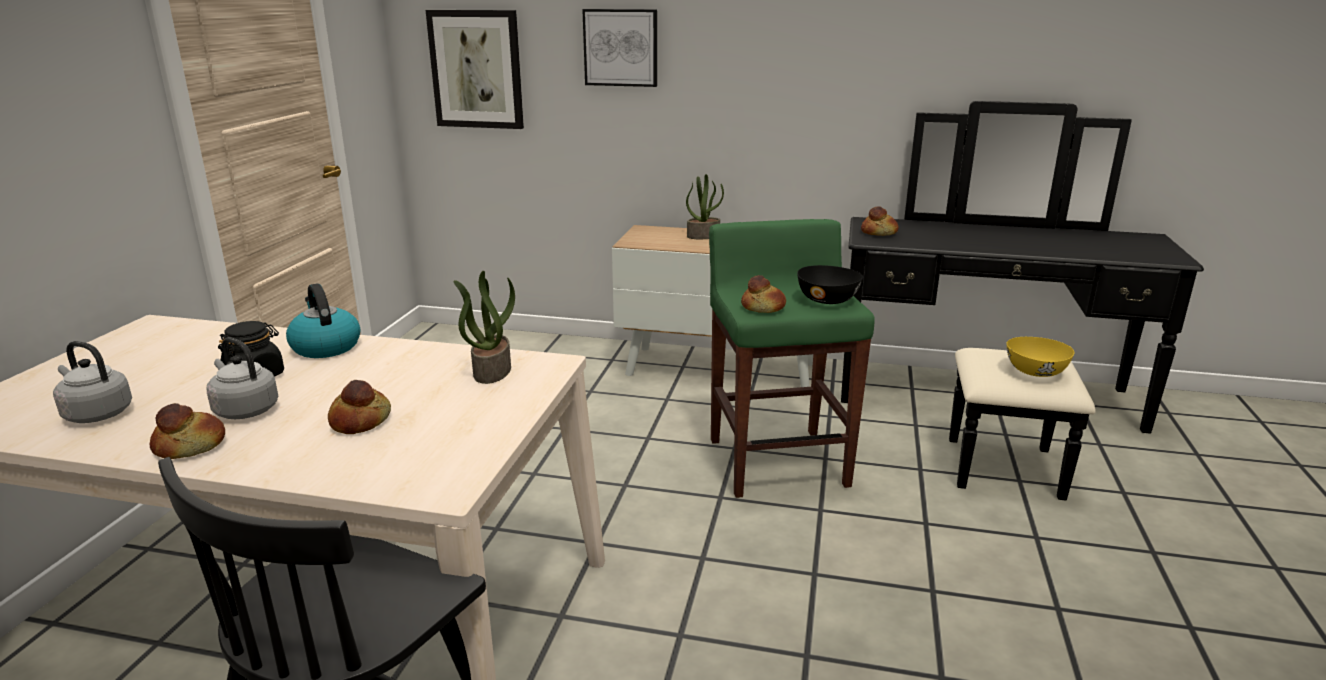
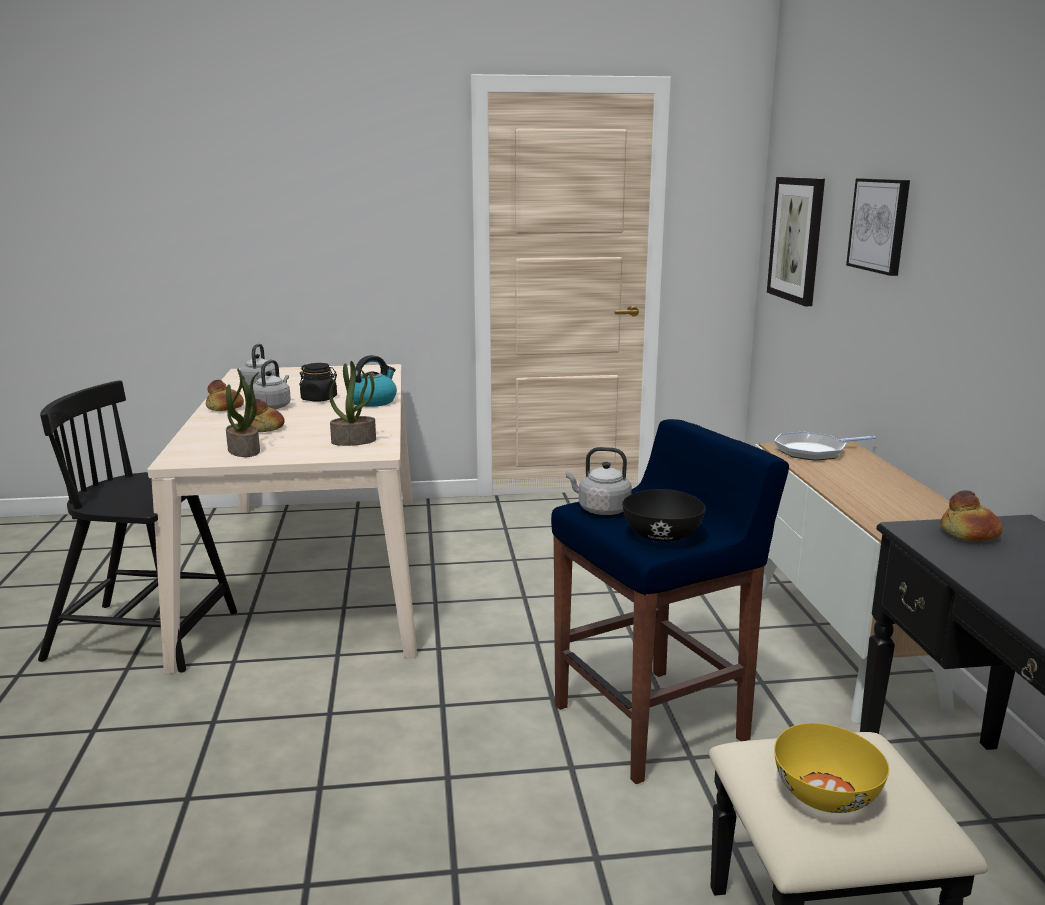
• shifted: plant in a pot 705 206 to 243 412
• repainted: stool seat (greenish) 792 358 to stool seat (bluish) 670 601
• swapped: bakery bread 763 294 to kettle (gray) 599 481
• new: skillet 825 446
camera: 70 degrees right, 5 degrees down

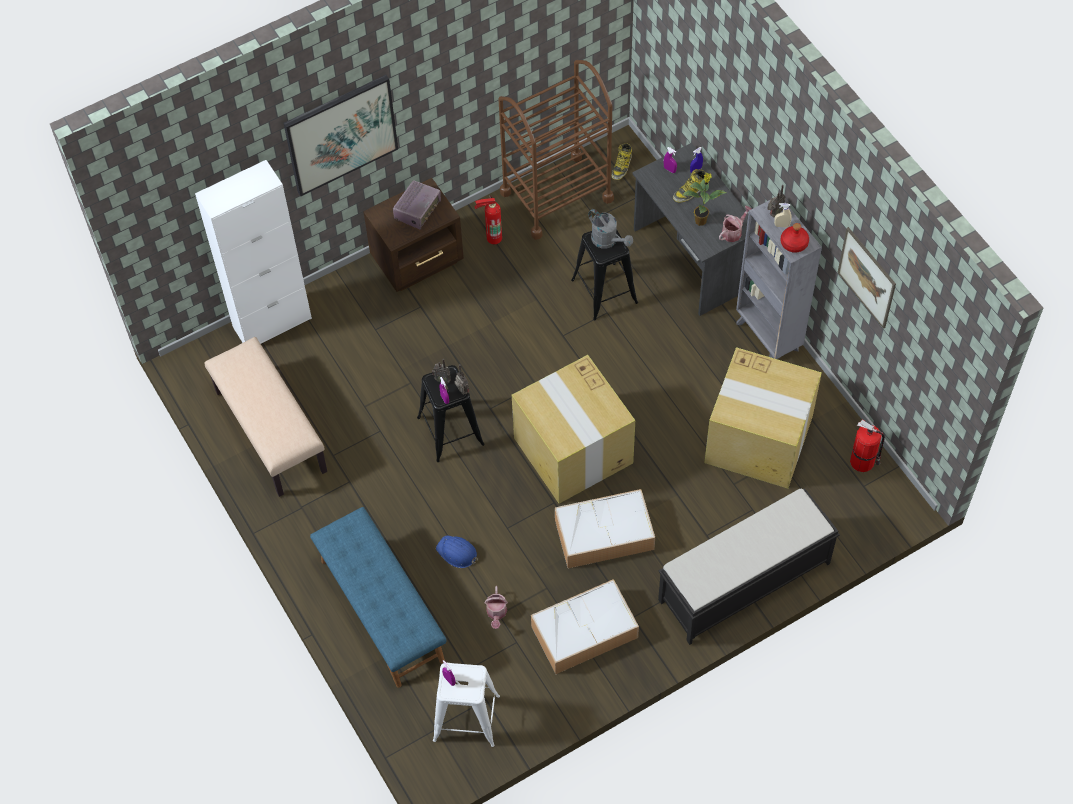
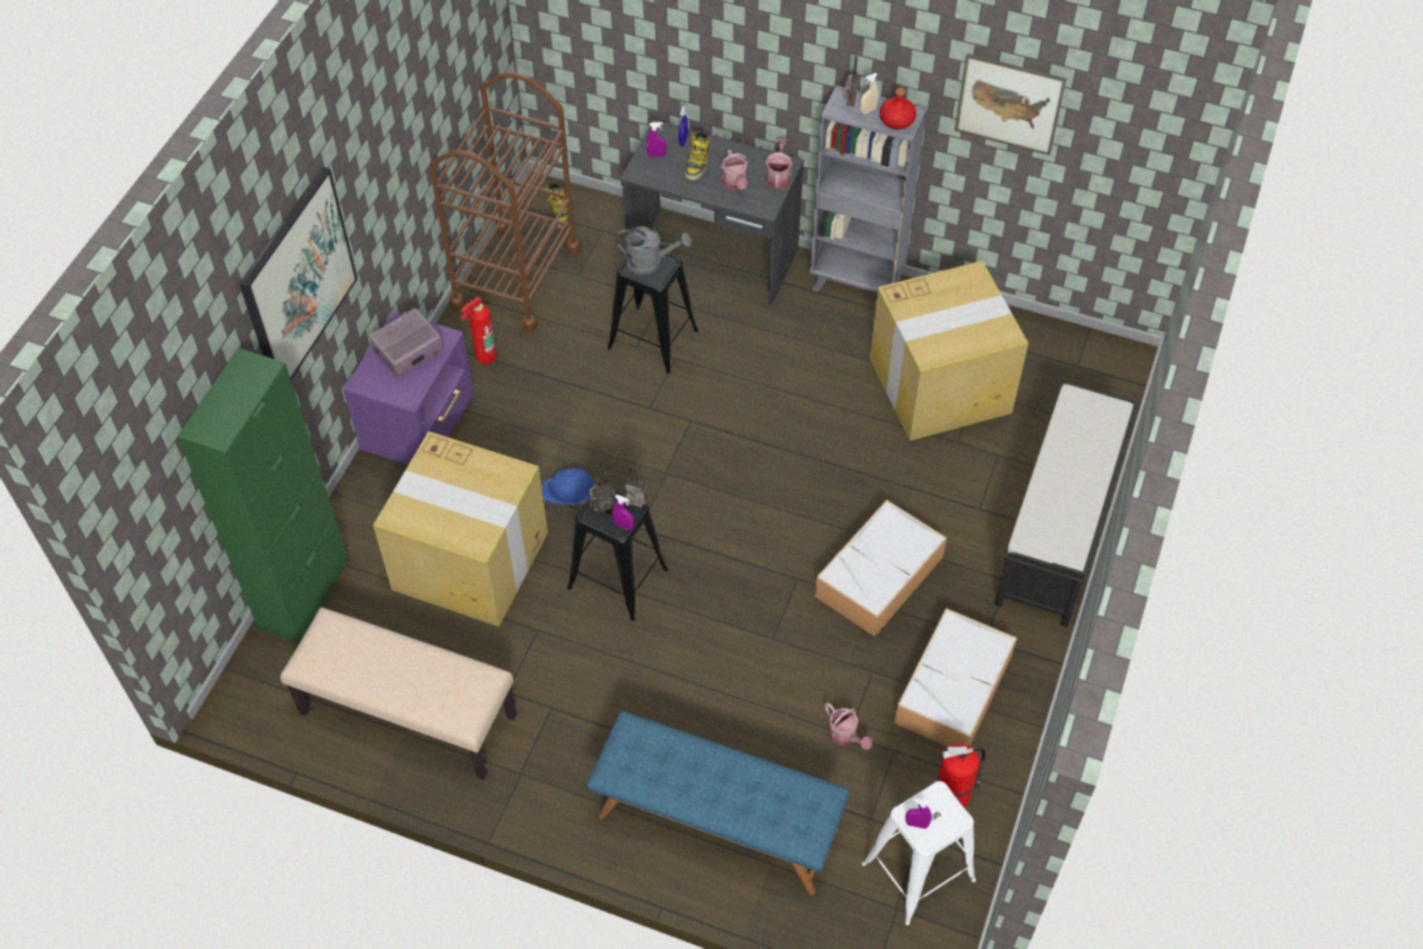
• repainted: cabinet (white) 253 252 to cabinet (greenish) 263 496
• repainted: bedside table (brown-coloured) 413 235 to bedside table (purple) 408 388
• rotated: radio set 417 205 = 406 343 120 degrees counterclockwise
• shifted: work helmet (bluish) 457 552 to 570 486
• shifted: carton 573 429 to 460 528
• swapped: plant in a pot 704 199 to watering can 734 170
• shifted: fire extinguisher 867 445 to 961 776
camera: 40 degrees left, 5 degrees down

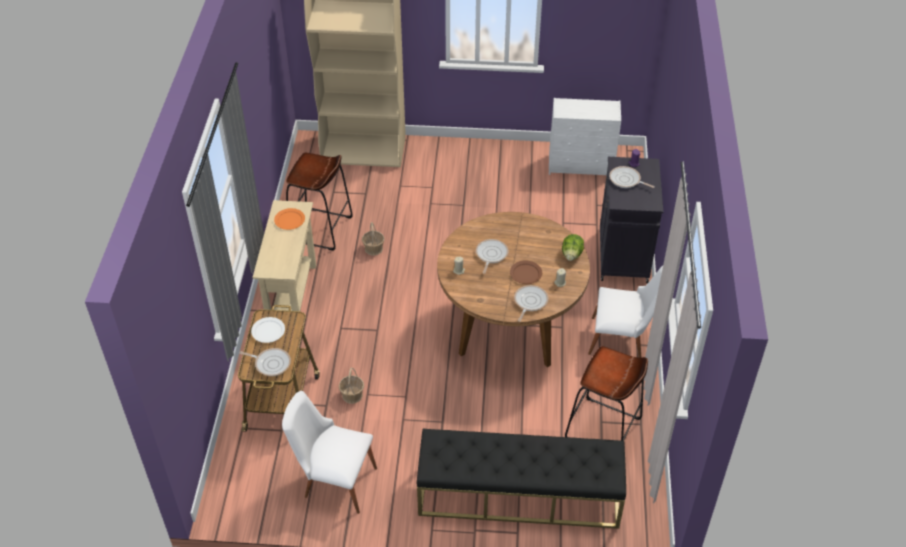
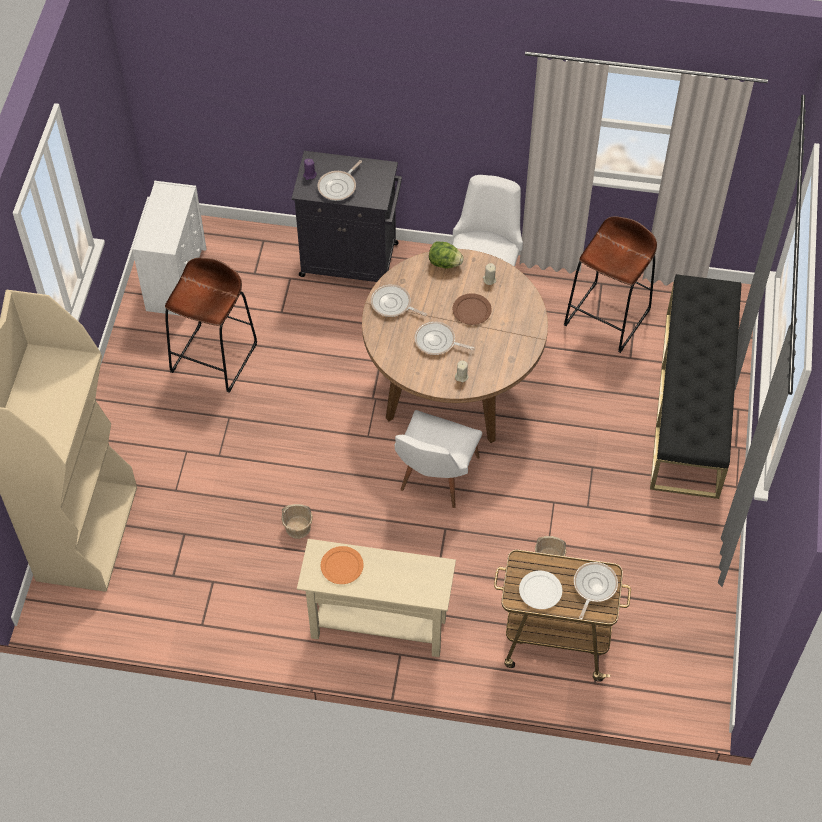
• shifted: plain chair (white) 329 452 to 438 459
• shifted: stool seat (brown-coloured) 319 202 to 211 325
• shifted: skillet 531 303 to 399 300
camera: 85 degrees left, 10 degrees up

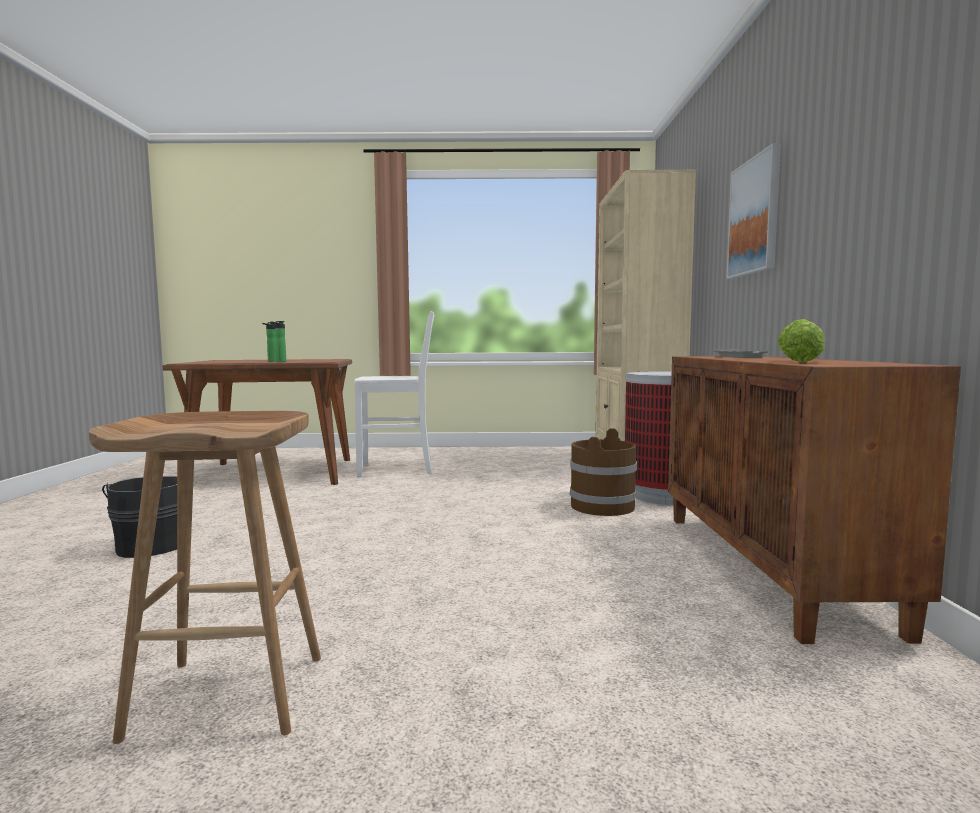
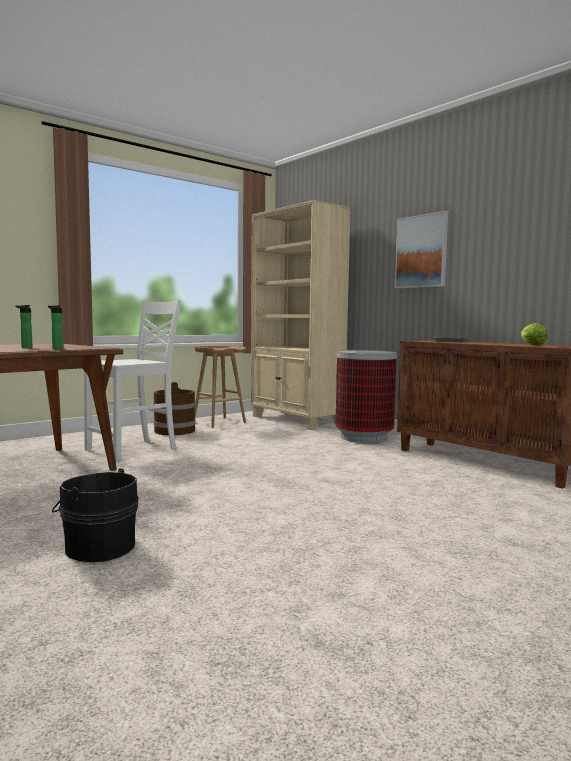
• shifted: stool seat (brown-coloured) 205 577 to 220 387
• shifted: pail (brown-coloured) 603 472 to 174 408
camera: 40 degrees left, 0 degrees up

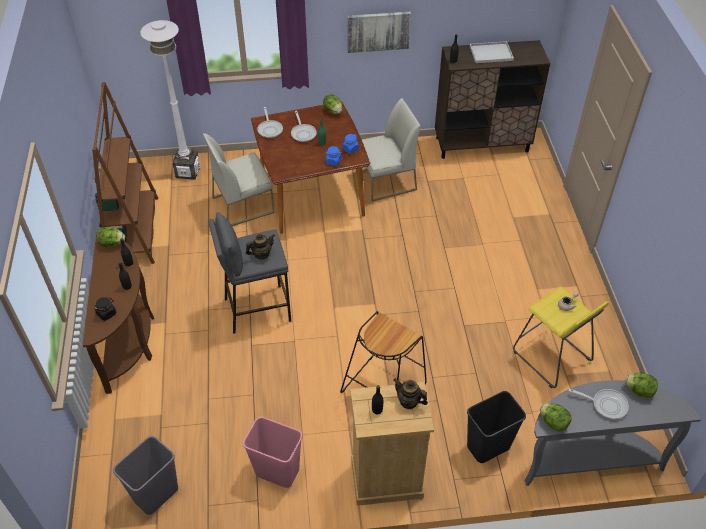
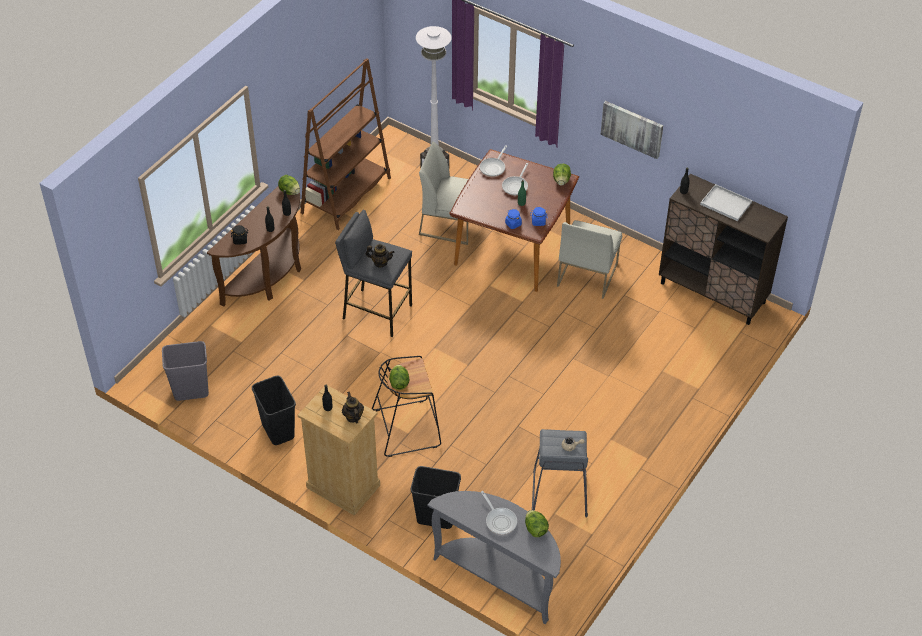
• repainted: waste bin (pink-coloured) 273 452 to waste bin (black) 274 410
• rotated: plain chair (white) 388 150 = 589 259 90 degrees clockwise
• repainted: stool seat (yellow-coloured) 561 337 to stool seat (gray) 560 473
• shifted: head of lettuce 556 417 to 399 377
camera: 40 degrees right, 0 degrees up

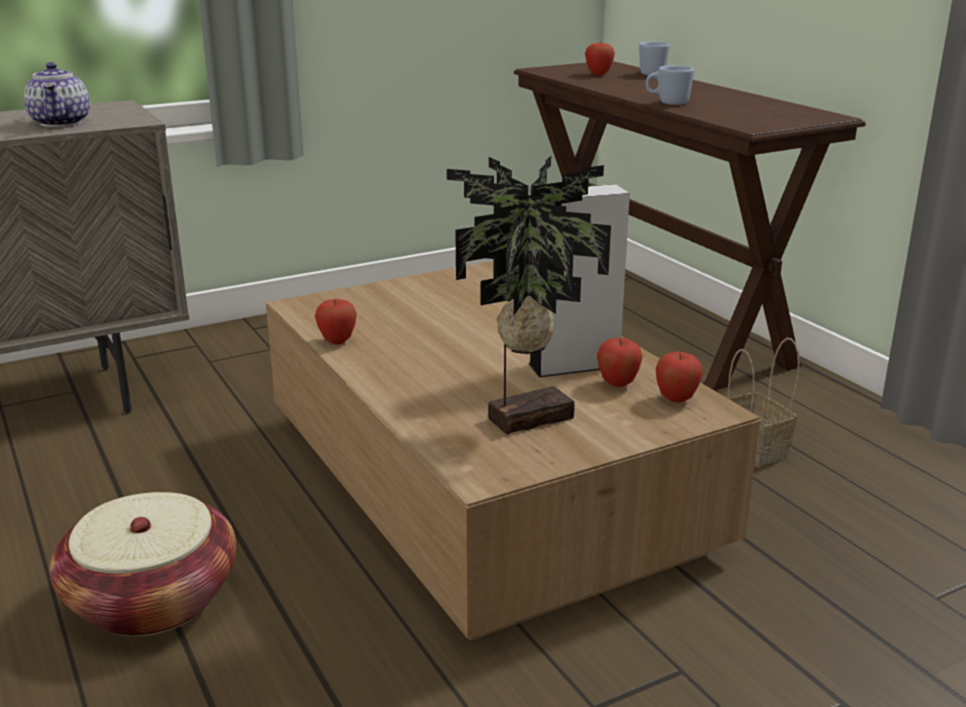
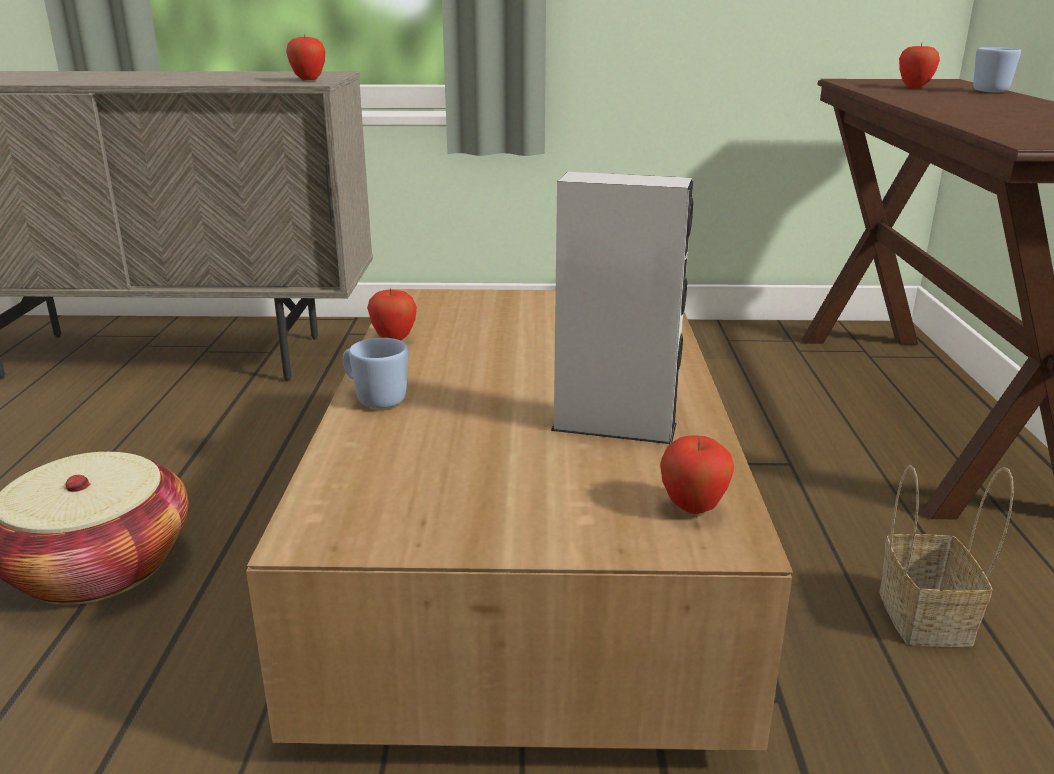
• gone: pot for tea 57 94
• gone: plant in a pot 529 295
• shifted: apple fruit 620 362 to 305 57
• shifted: tea mug (bluish) 670 85 to 375 373
camera: 30 degrees right, 0 degrees up

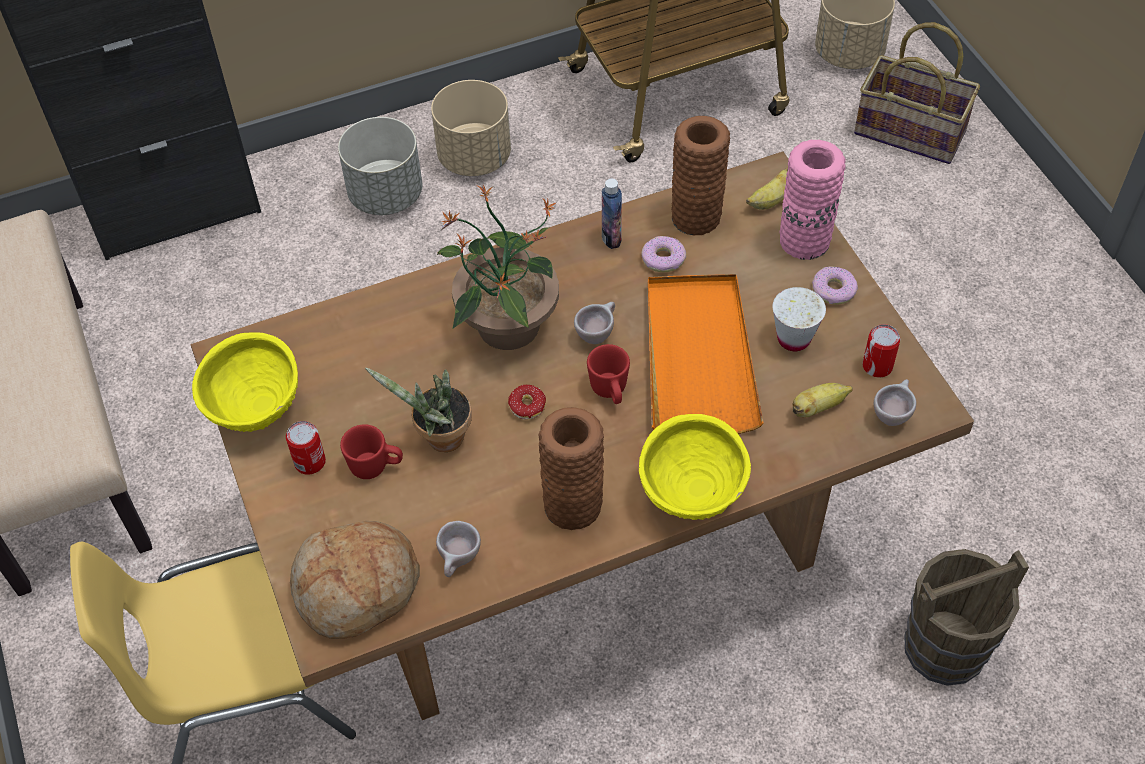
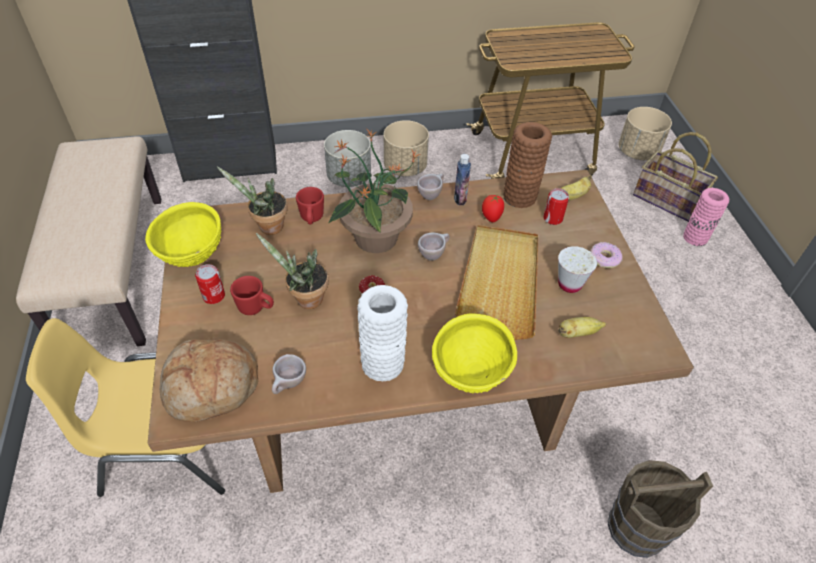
• repainted: flower vase (brown-coloured) 571 468 to flower vase (white) 383 333
• shifted: tea mug (red-coloured) 608 374 to 310 205
• swapped: doughnut 663 254 to fresh tomato 493 208
• repainted: carrying tray (orange-coloured) 706 354 to carrying tray (sand-coloured) 496 282
• shifted: flower vase (pink-coloured) 812 200 to 706 217
• shifted: sealed can 881 350 to 556 206
• shifted: small cup (sand-coloured) 895 402 to 430 187
• new: plant in a pot 252 200
camera: 10 degrees right, 5 degrees down

